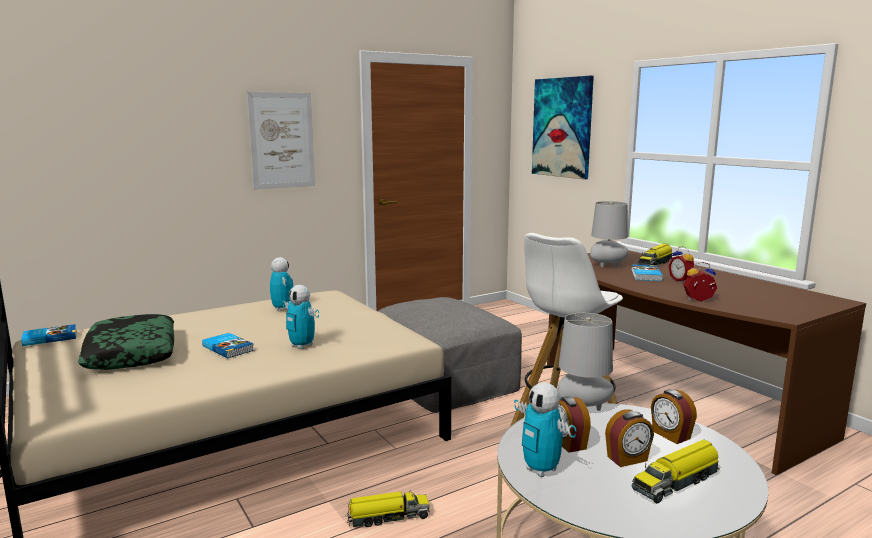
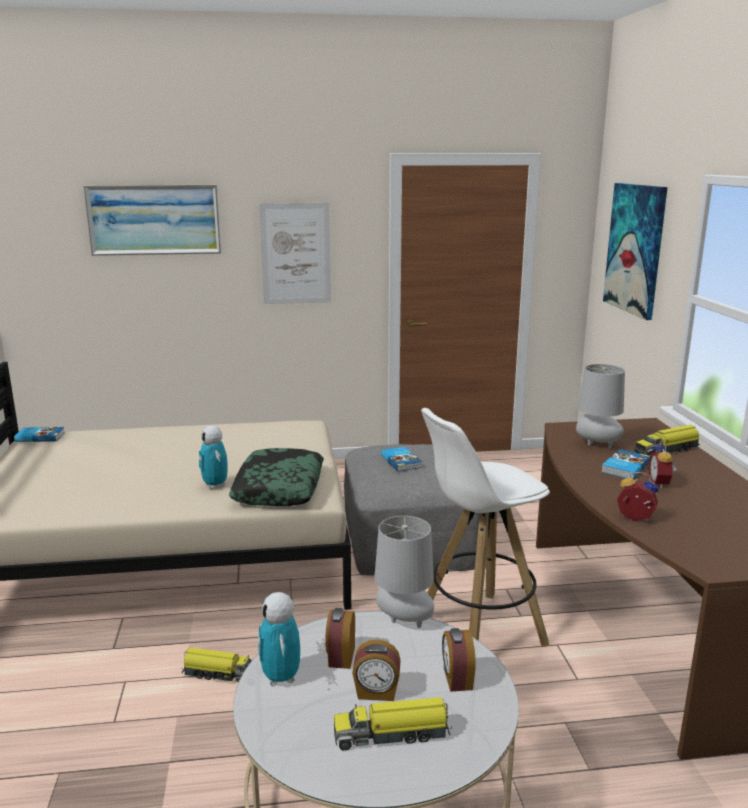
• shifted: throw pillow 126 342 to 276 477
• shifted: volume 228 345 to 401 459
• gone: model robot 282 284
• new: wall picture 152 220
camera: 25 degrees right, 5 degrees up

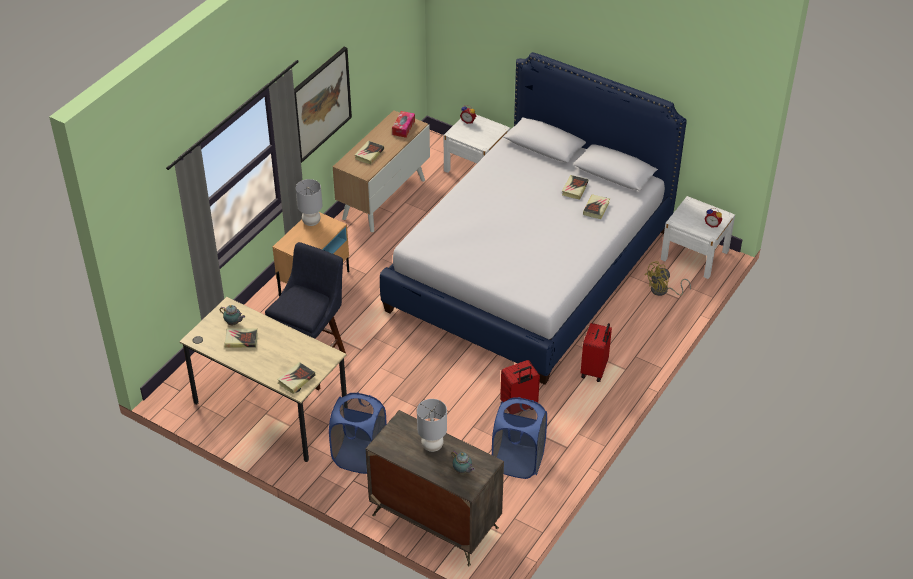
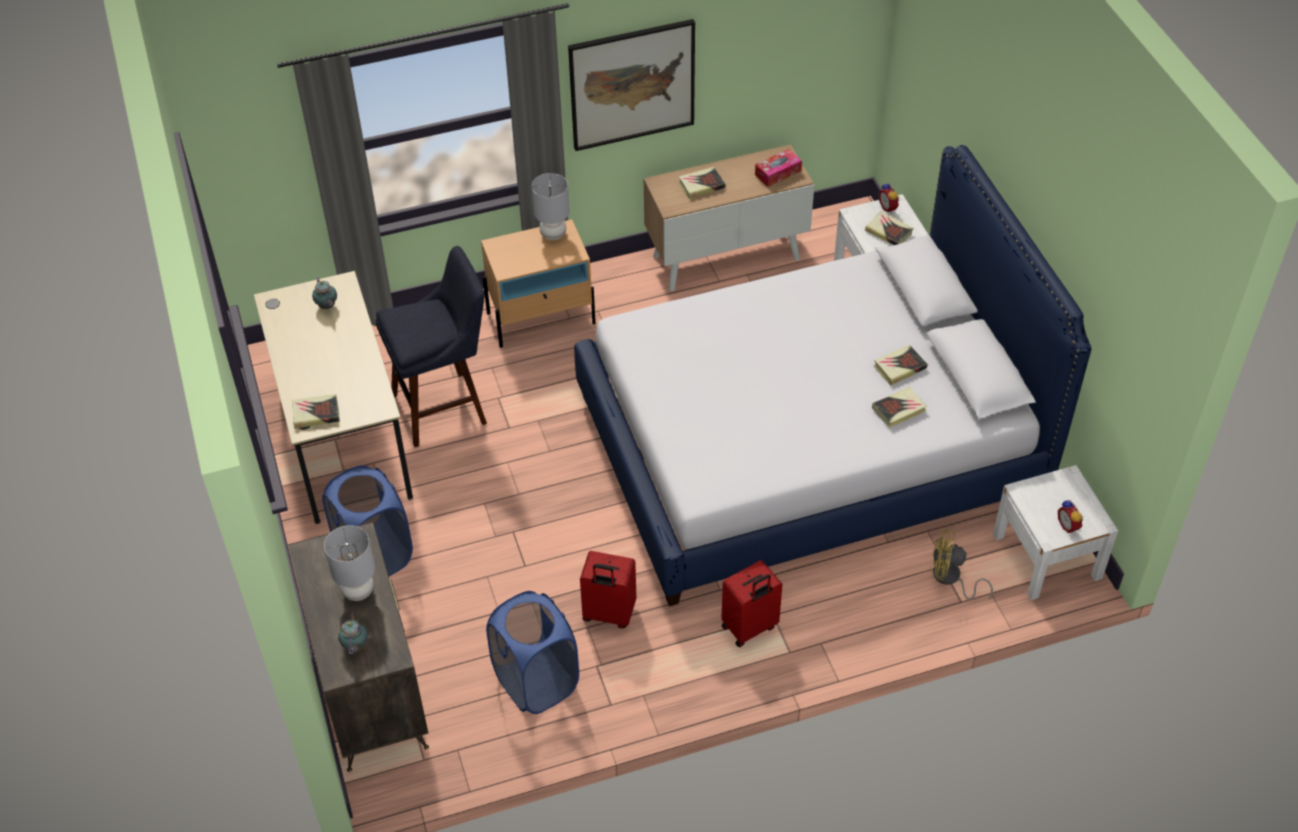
• shifted: volume 241 338 to 889 228
camera: 40 degrees right, 5 degrees up

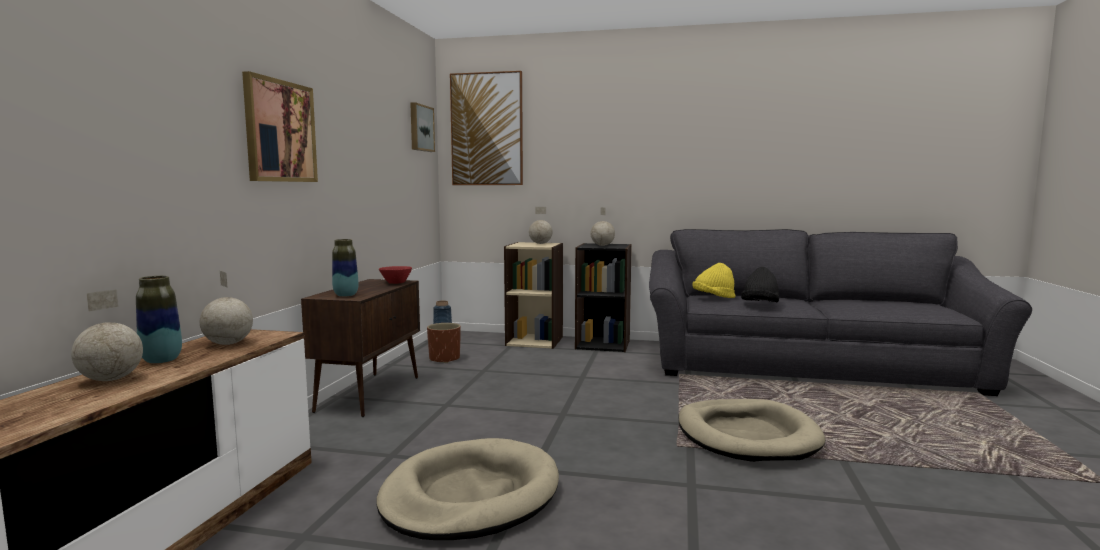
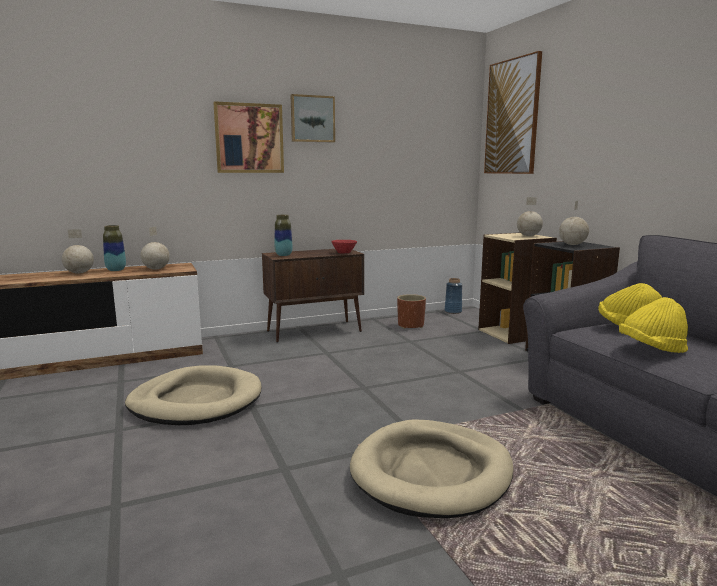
• shifted: wall picture 422 127 to 313 118
• repainted: clothing hat (black) 760 284 to clothing hat (yellow-coloured) 653 325
camera: 55 degrees right, 5 degrees up

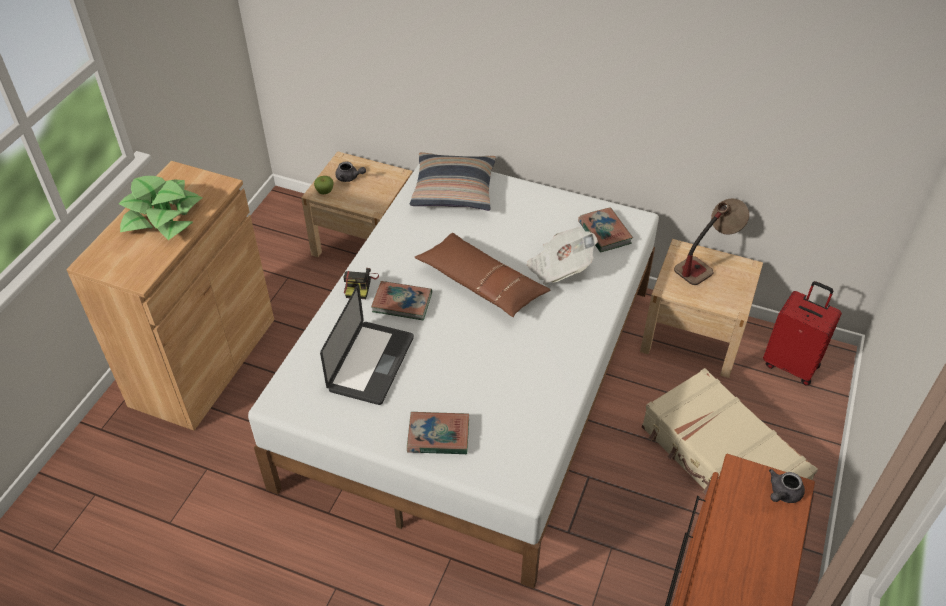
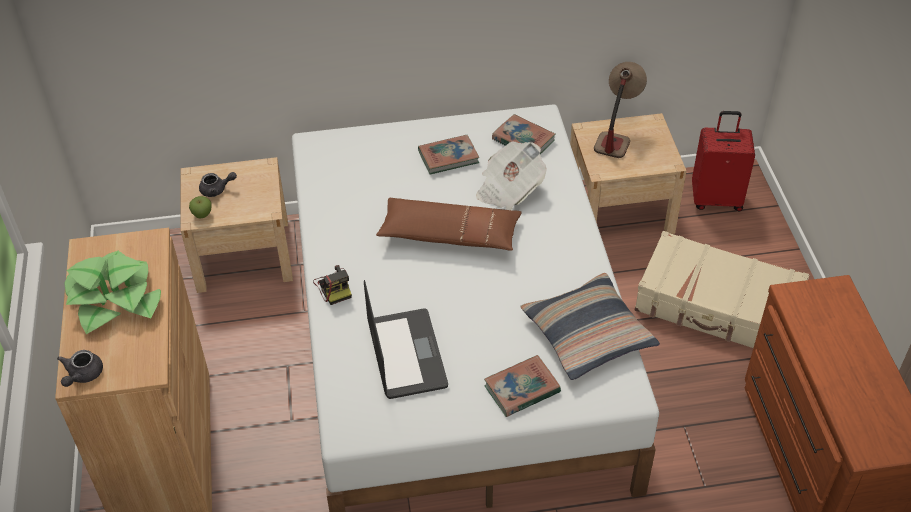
• shifted: volume 401 300 to 448 155
• shifted: throw pillow 453 181 to 590 326
• shifted: pot for tea (gray) 787 486 to 80 368
camera: 30 degrees left, 0 degrees up

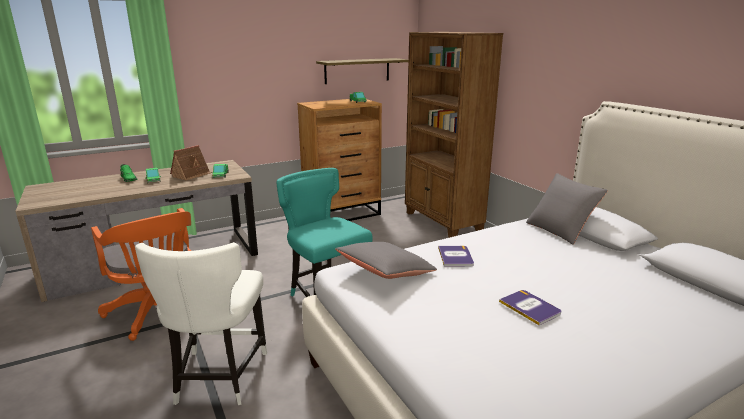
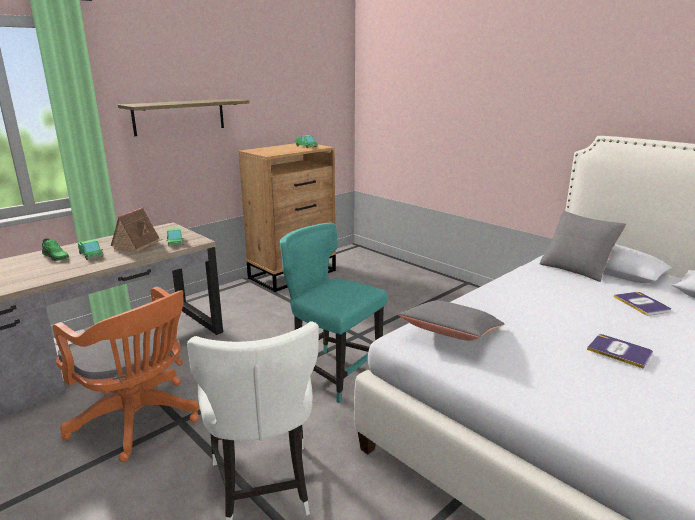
• shifted: bracket shelf 362 71 to 183 117
• gone: bookcase (brown-coloured) 454 135
• shifted: volume 456 256 to 642 304
camera: 15 degrees left, 0 degrees up

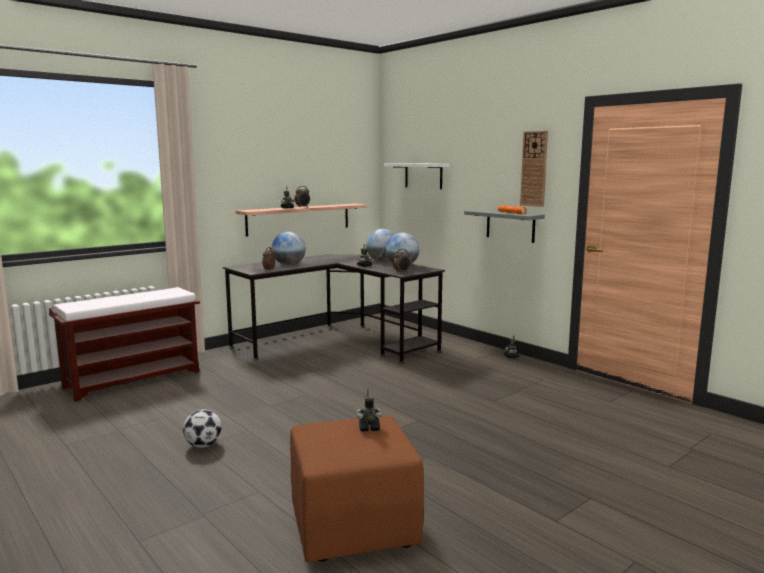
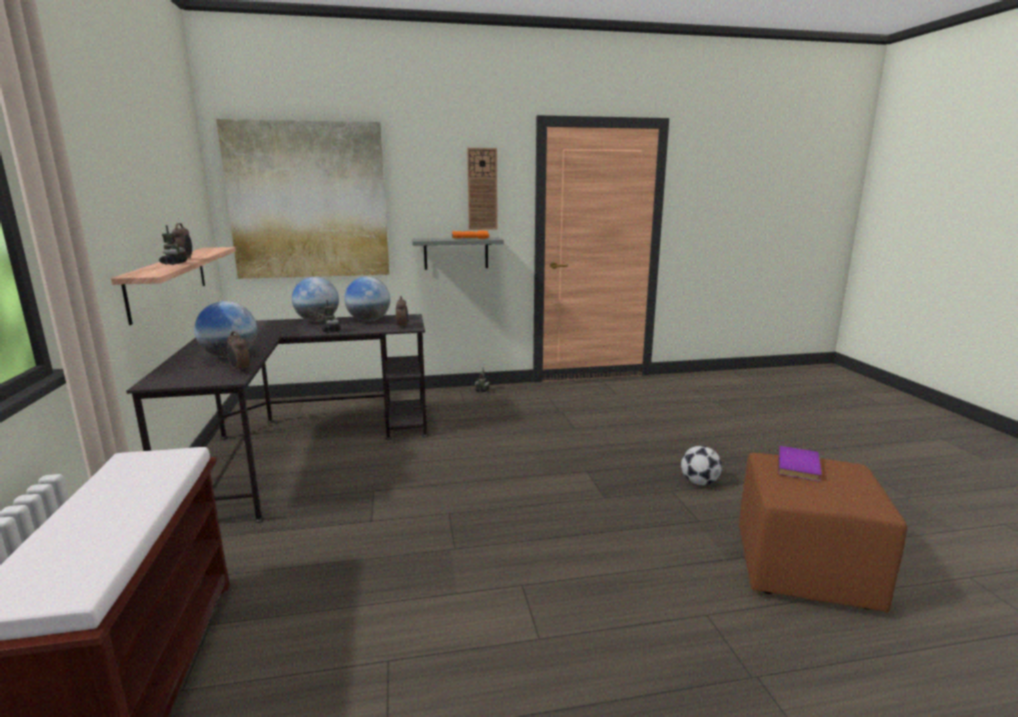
• shifted: football ball 202 429 to 701 465
• swapped: model robot 369 410 to volume (purple) 800 463
• swapped: bracket shelf (white) 416 176 to wall picture 302 199
camera: 60 degrees left, 5 degrees up

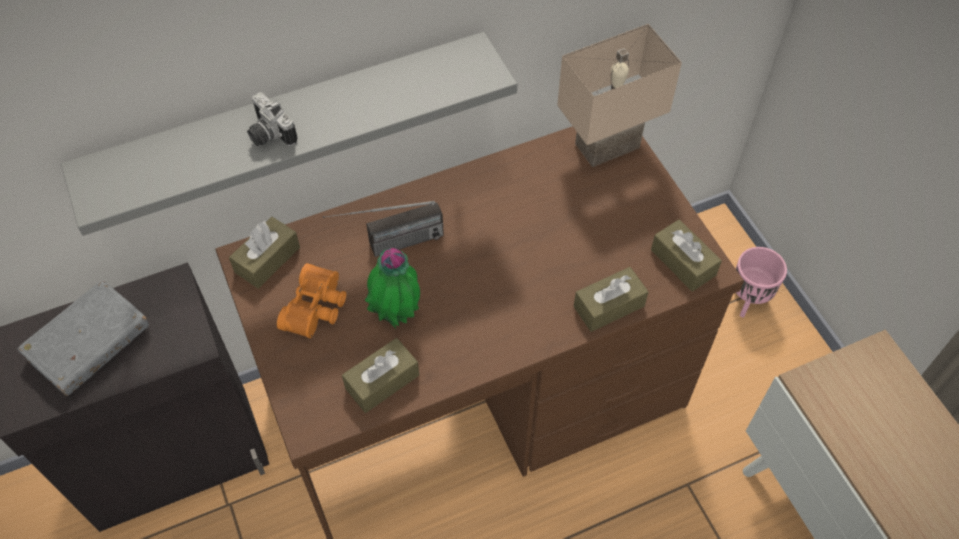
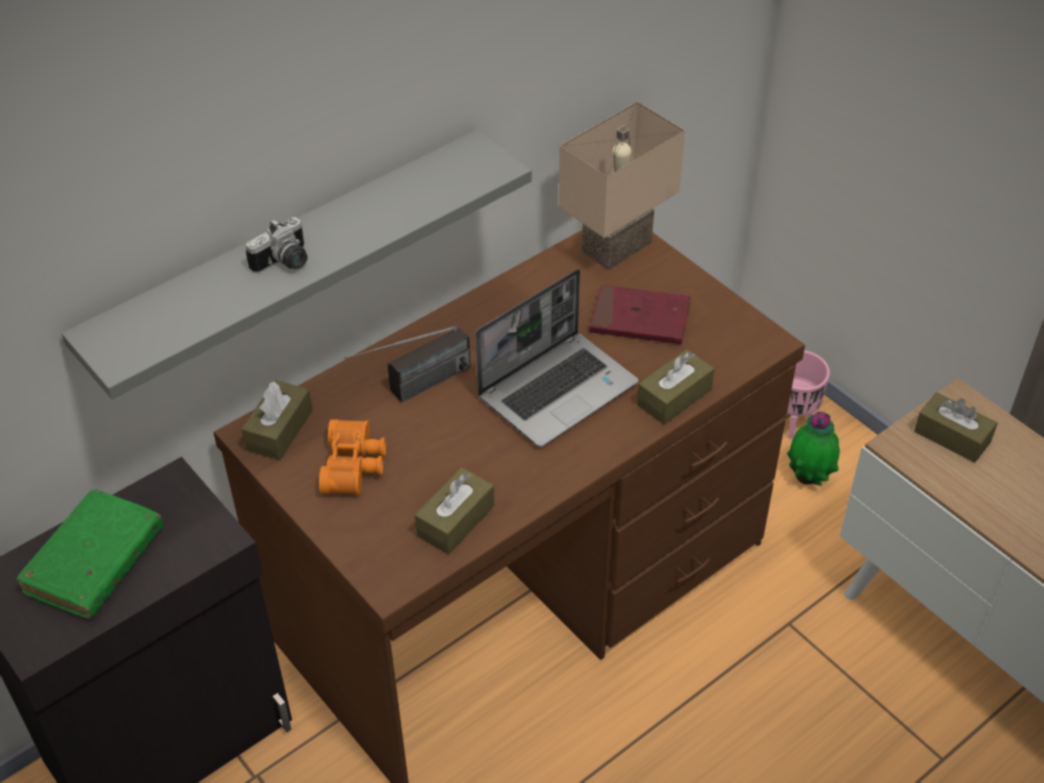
• repainted: volume (gray) 83 338 to volume (greenish) 89 554
• rotated: still camera 272 119 = 277 245 75 degrees counterclockwise
• shifted: plant in a pot 392 288 to 813 449
• shifted: tissue holder (brown-coloured) 686 255 to 956 427
• new: laptop 557 358
• new: volume (red-coloured) 640 314
camera: 15 degrees left, 10 degrees down

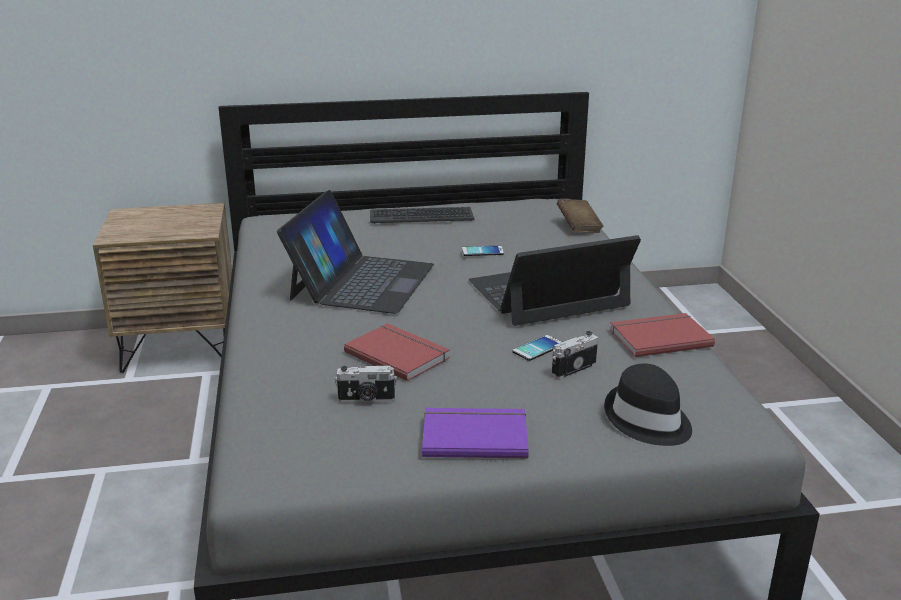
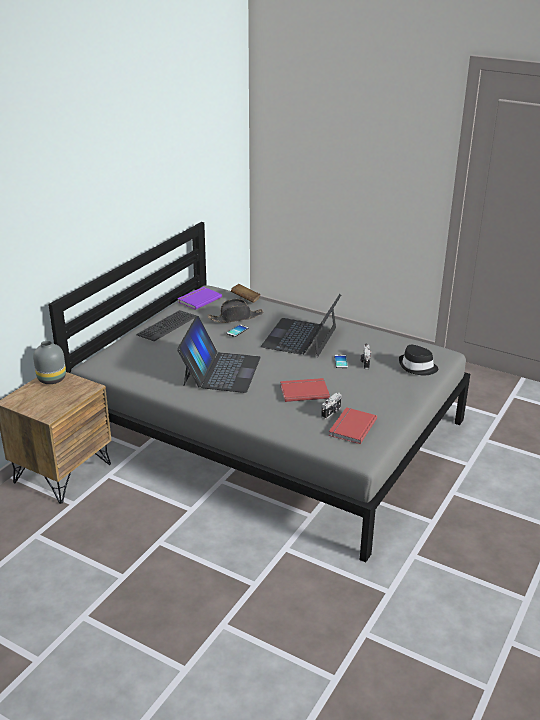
• rotated: laptop 355 252 = 219 354 45 degrees clockwise
• shifted: volume (purple) 475 433 to 199 298
• shifted: volume (red-coloured) 662 335 to 353 425
• new: flower vase (gray) 49 362
• new: clothing hat (black) 235 311
camera: 50 degrees left, 5 degrees up

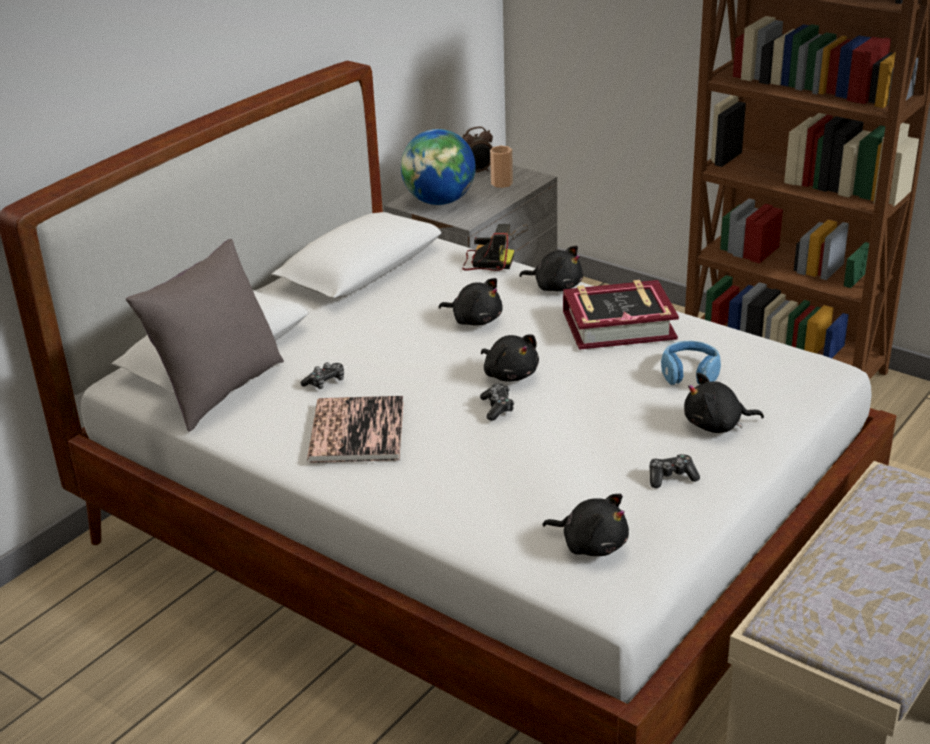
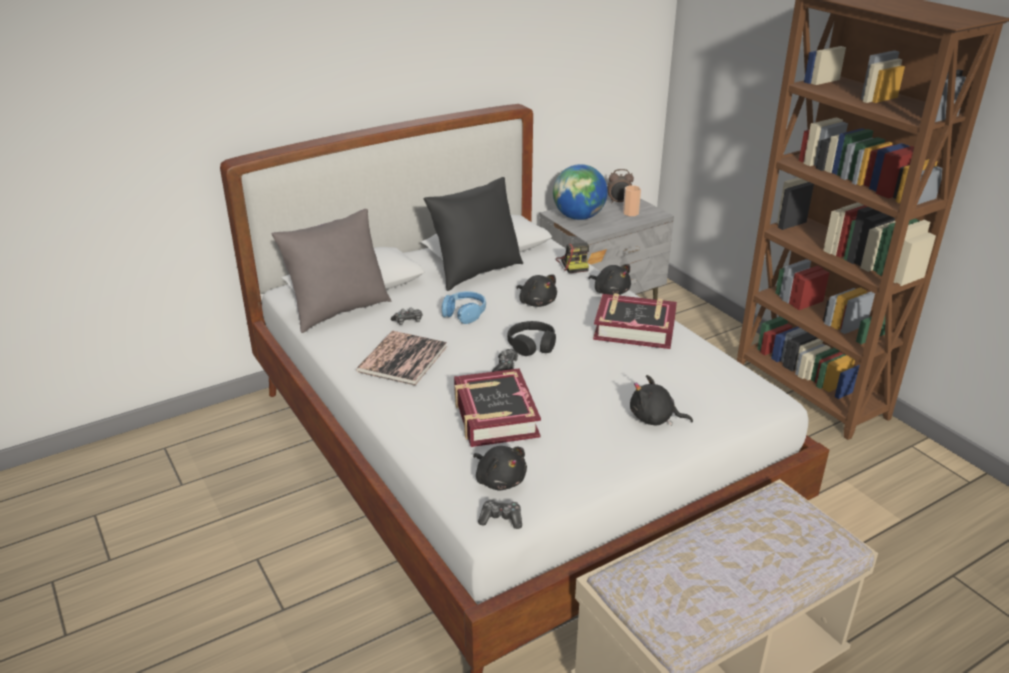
• rotated: still camera 488 247 = 572 257 45 degrees clockwise
• swapped: soft toy (black) 510 358 to headphones (black) 531 338
• shifted: game controller 675 471 to 500 514
• shifted: headphones (bluish) 691 363 to 464 307
• new: throw pillow (black) 473 234
• new: volume 497 407
camera: 20 degrees right, 0 degrees up

